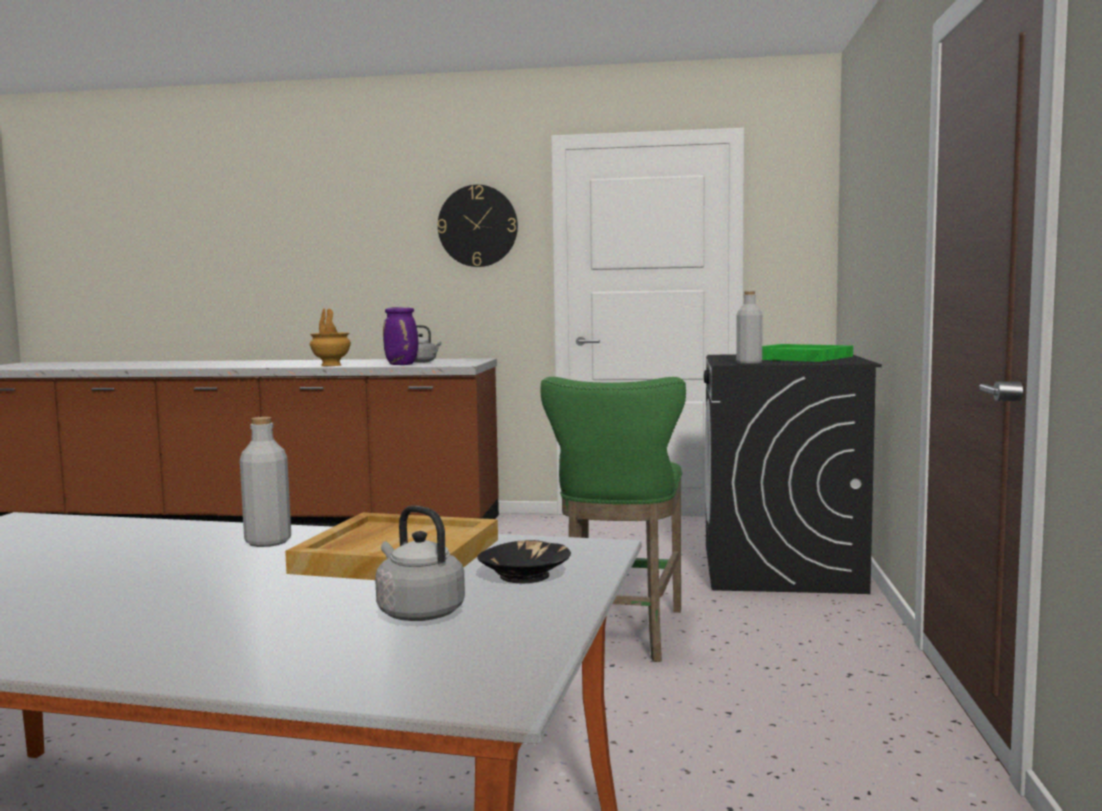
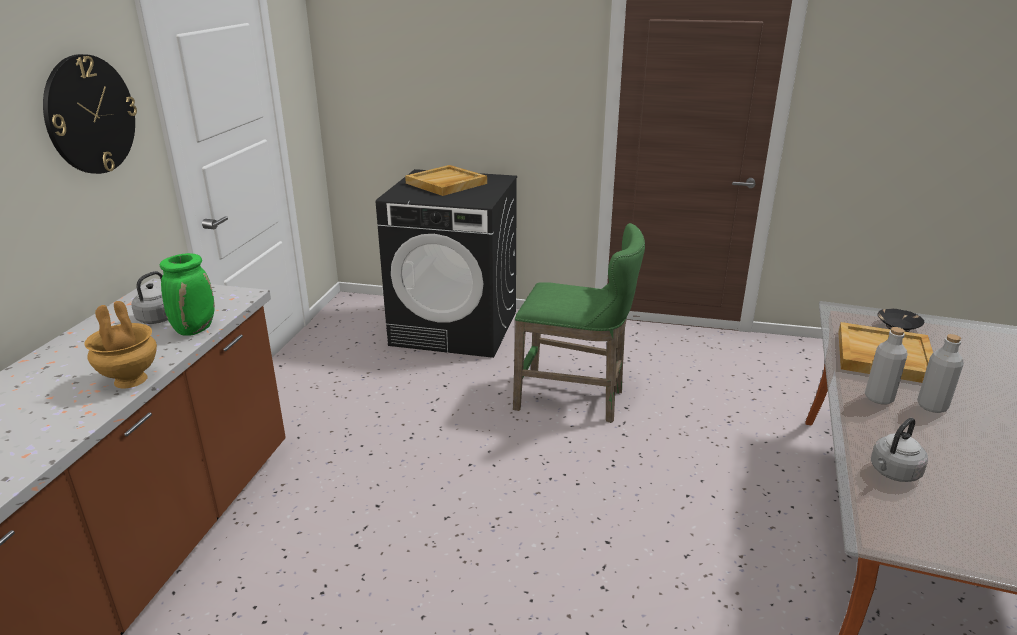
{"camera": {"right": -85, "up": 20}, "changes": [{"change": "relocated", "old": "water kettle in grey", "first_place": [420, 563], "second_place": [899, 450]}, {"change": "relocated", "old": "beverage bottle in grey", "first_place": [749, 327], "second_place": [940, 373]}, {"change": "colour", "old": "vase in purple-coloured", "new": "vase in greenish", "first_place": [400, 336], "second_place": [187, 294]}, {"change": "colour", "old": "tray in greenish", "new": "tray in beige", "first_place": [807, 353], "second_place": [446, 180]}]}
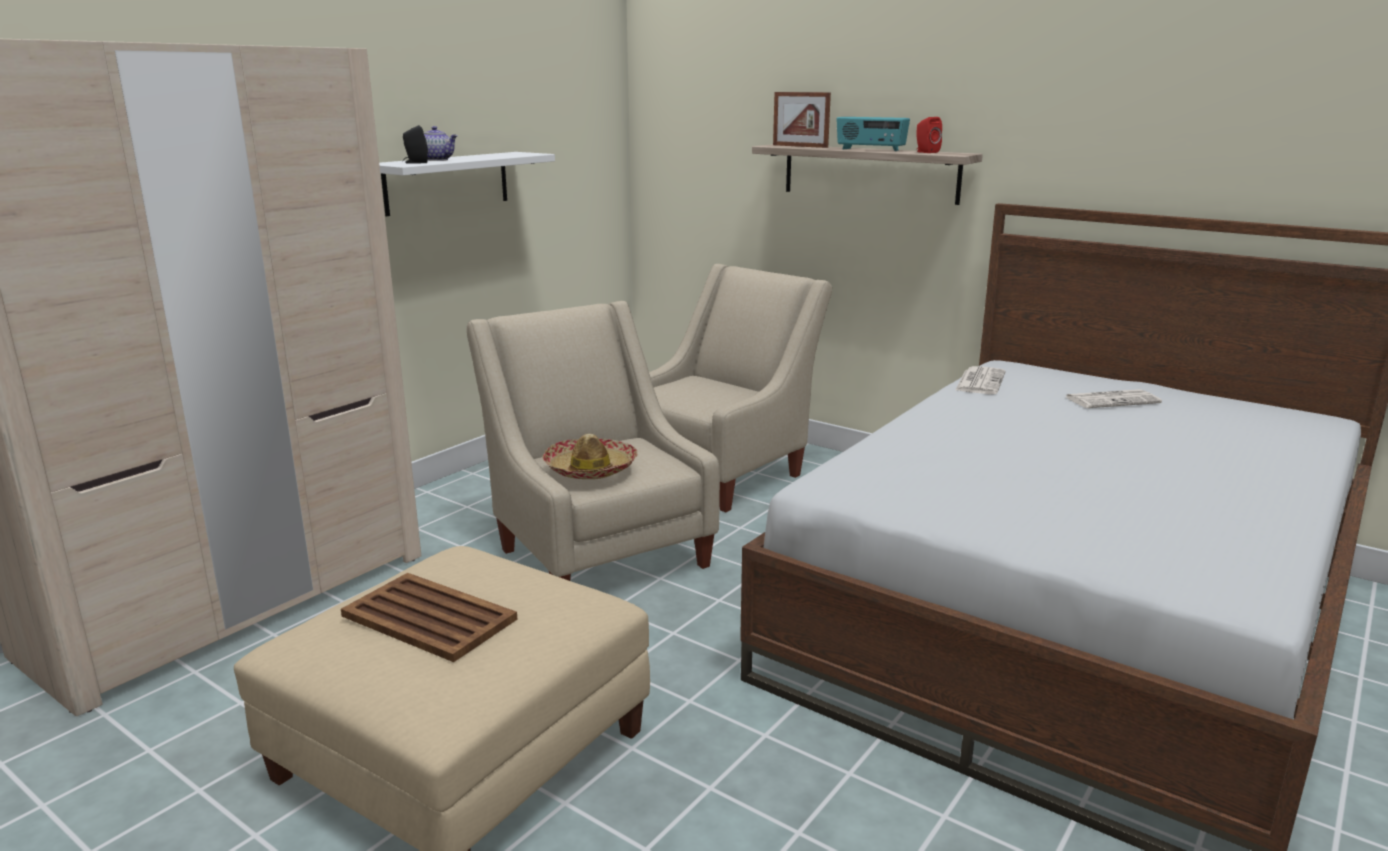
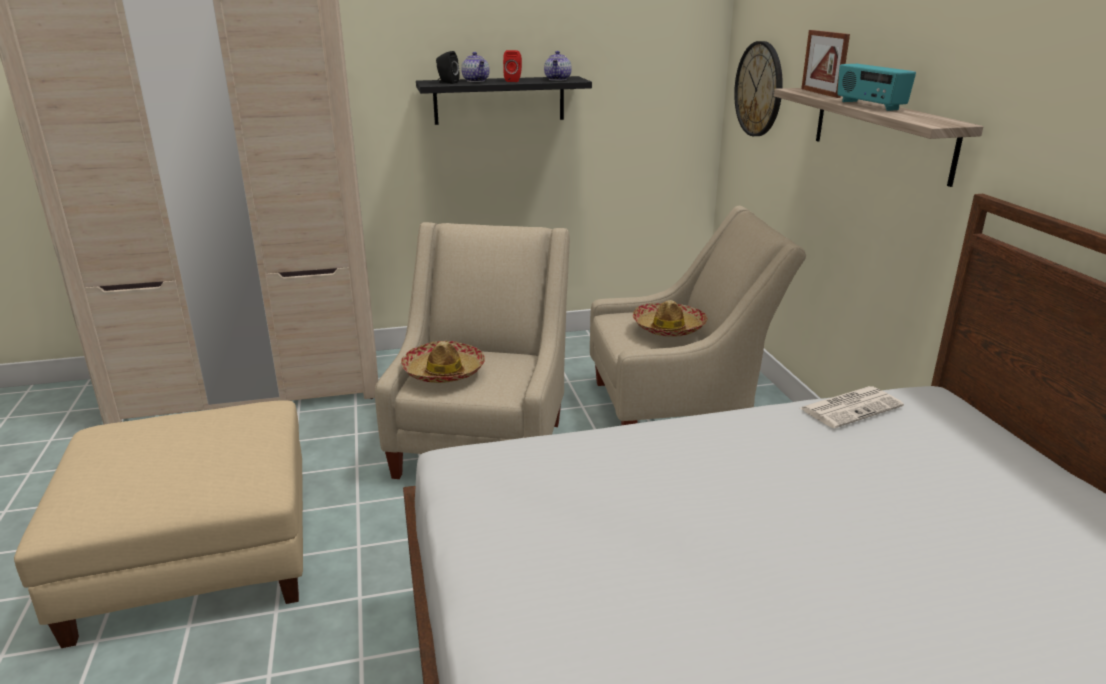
{"camera": {"right": 40, "up": 5}, "changes": [{"change": "missing", "old": "tray in brownish", "first_place": [429, 617]}, {"change": "missing", "old": "newspaper", "first_place": [1114, 398]}, {"change": "appeared", "new": "teapot", "second_place": [558, 66]}, {"change": "appeared", "new": "wearable hat", "second_place": [670, 318]}, {"change": "appeared", "new": "clock on the wall", "second_place": [758, 88]}, {"change": "relocated", "old": "speaker in reddish", "first_place": [929, 135], "second_place": [512, 66]}, {"change": "colour", "old": "bracket shelf in whitish", "new": "bracket shelf in black", "first_place": [467, 184], "second_place": [504, 100]}]}
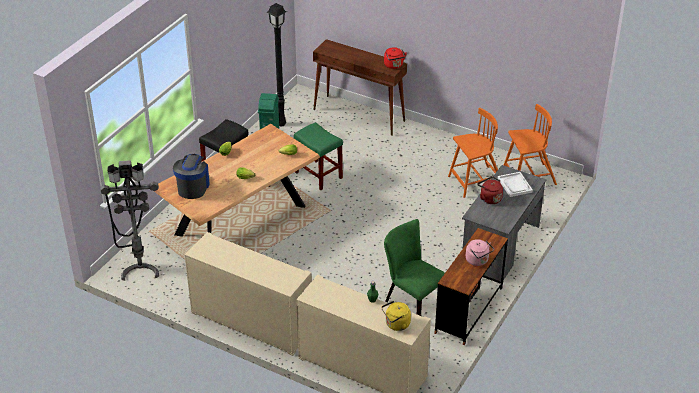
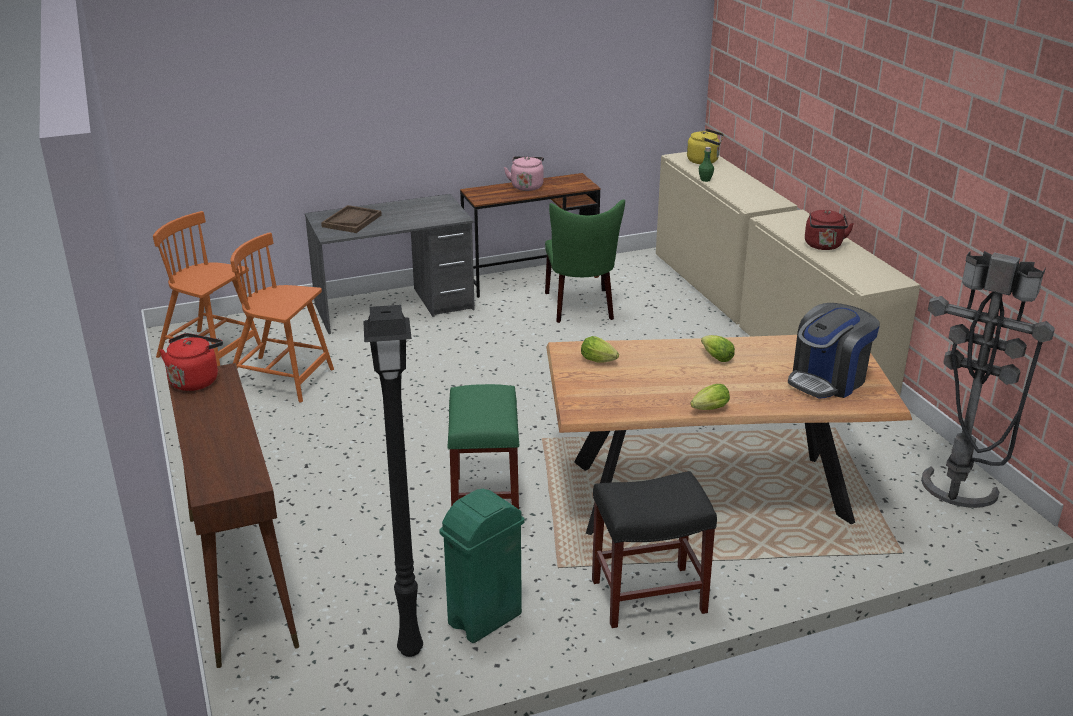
{"camera": {"right": -140, "up": -10}, "changes": [{"change": "relocated", "old": "water kettle in reddish", "first_place": [490, 190], "second_place": [829, 230]}, {"change": "colour", "old": "tray in whitish", "new": "tray in brownish", "first_place": [515, 184], "second_place": [351, 219]}]}
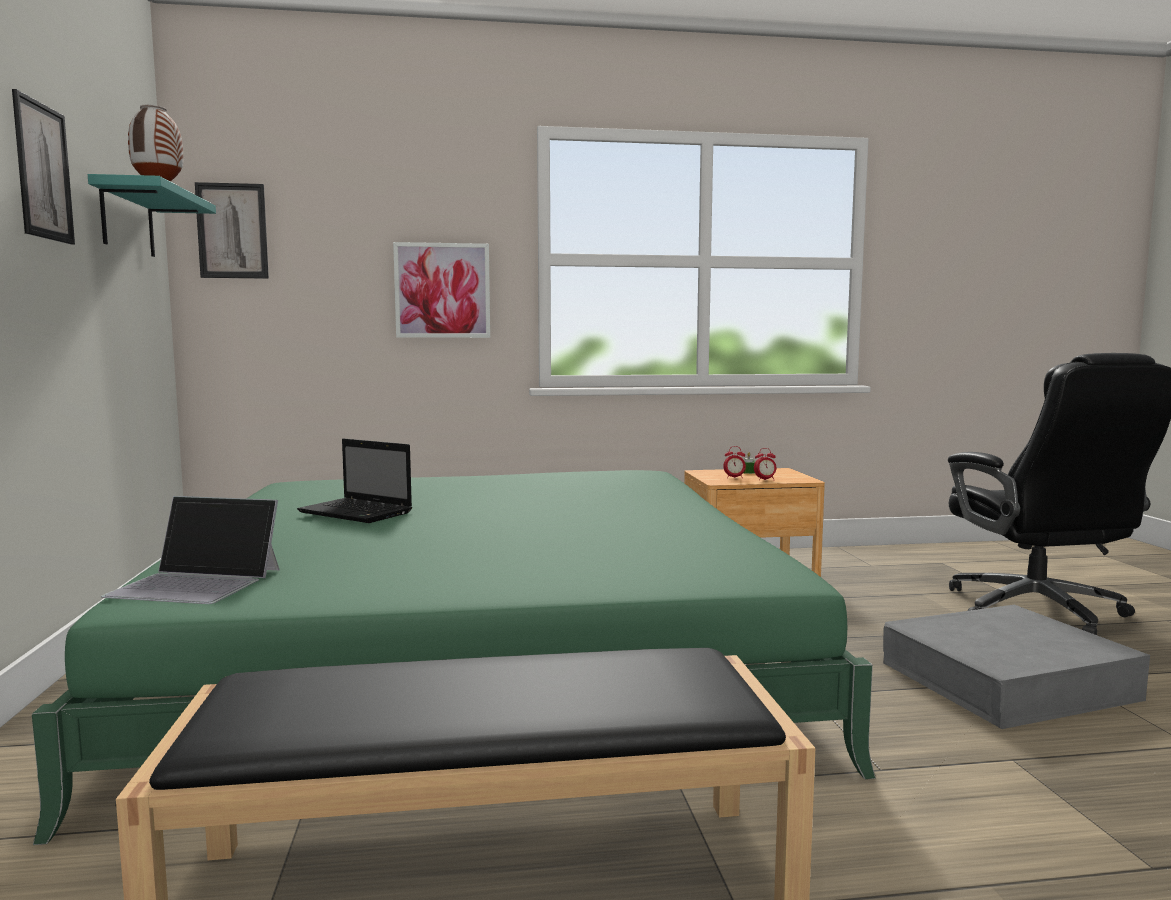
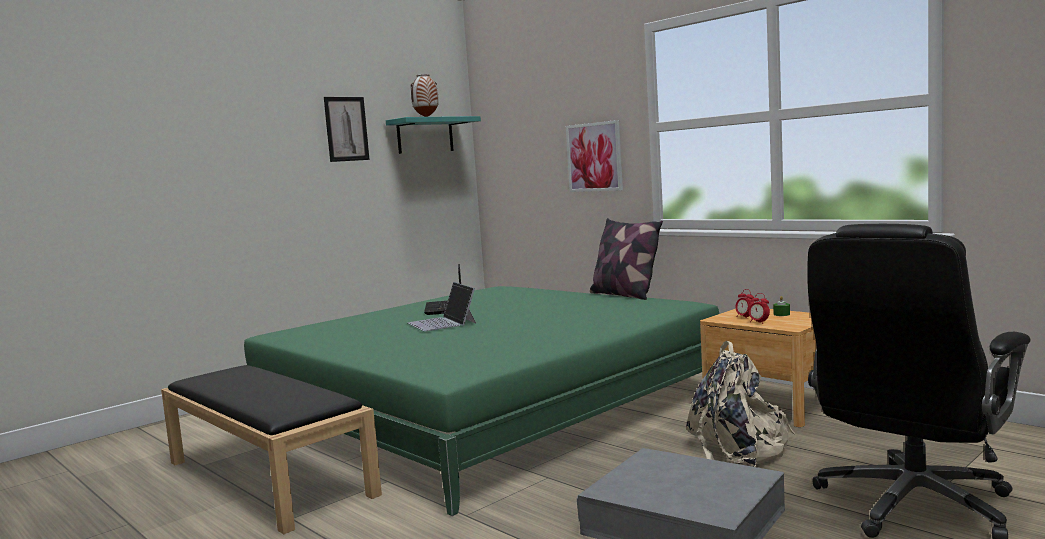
{"camera": {"right": 55, "up": 0}, "changes": [{"change": "missing", "old": "wall art", "first_place": [232, 230]}, {"change": "appeared", "new": "throw pillow", "second_place": [626, 259]}, {"change": "appeared", "new": "backpack in beige", "second_place": [740, 404]}, {"change": "relocated", "old": "portable computer", "first_place": [190, 550], "second_place": [442, 307]}]}
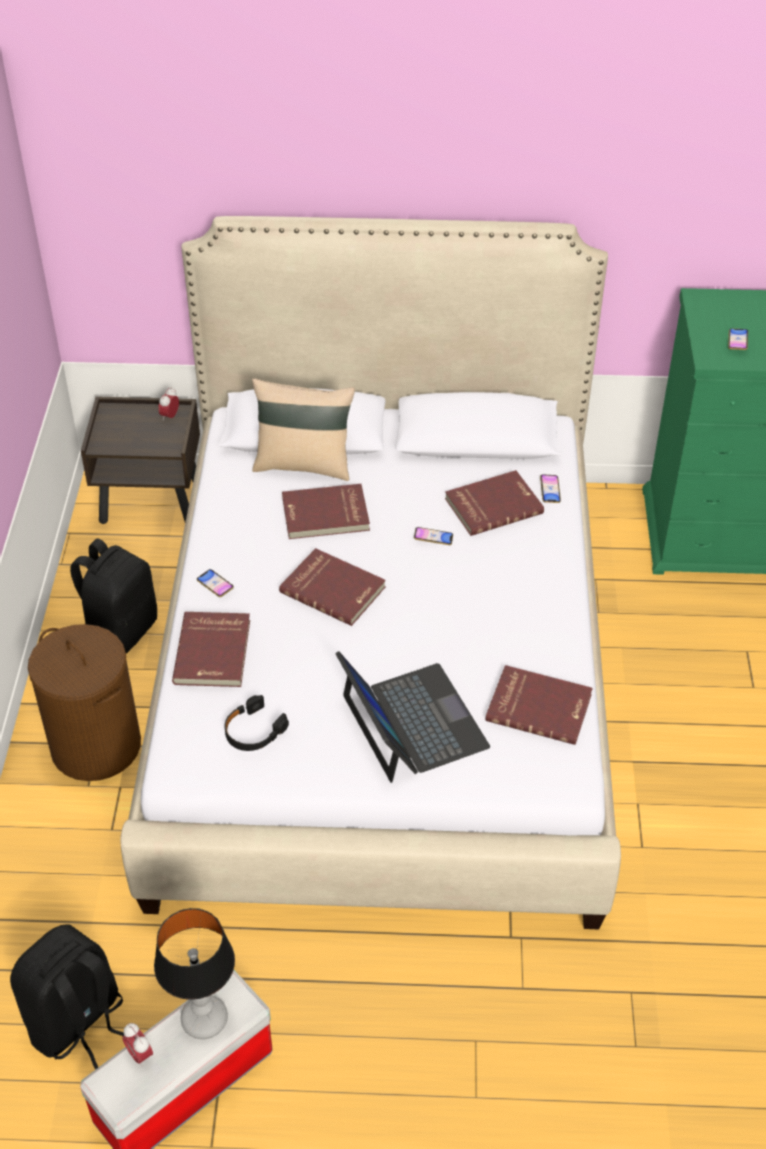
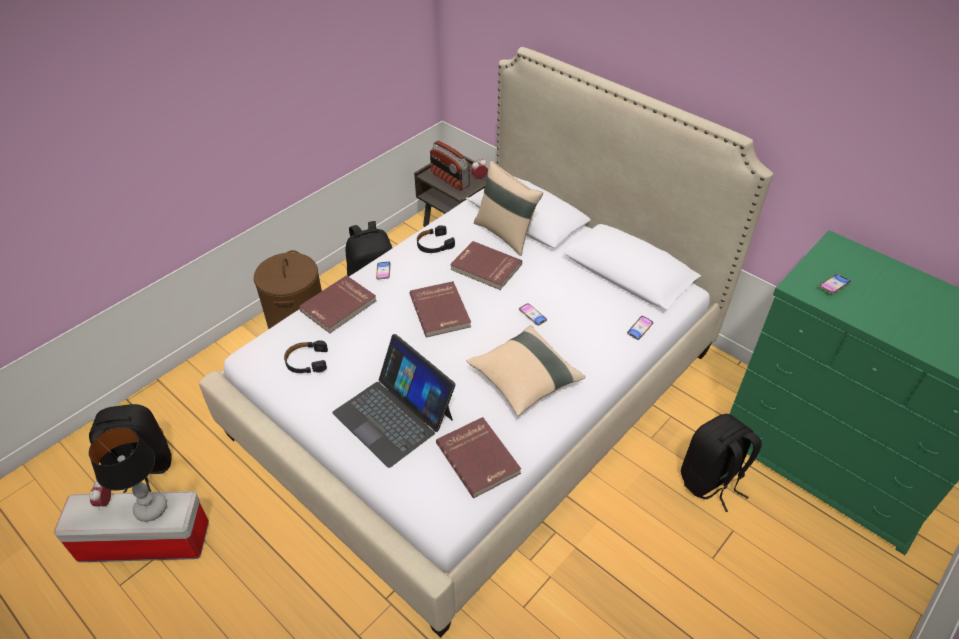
{"camera": {"right": 40, "up": 0}, "changes": [{"change": "missing", "old": "bound book in reddish", "first_place": [494, 503]}, {"change": "appeared", "new": "headphones in black", "second_place": [436, 239]}, {"change": "appeared", "new": "radio", "second_place": [450, 166]}, {"change": "appeared", "new": "throw pillow in beige", "second_place": [526, 370]}, {"change": "appeared", "new": "backpack in black", "second_place": [721, 463]}, {"change": "spun", "old": "portable computer", "first_place": [412, 717], "second_place": [394, 401], "degrees": 120}]}
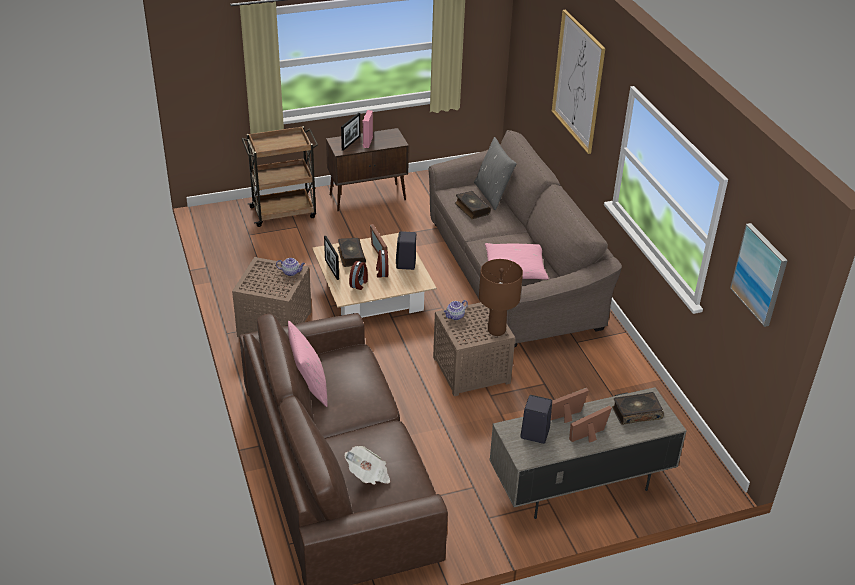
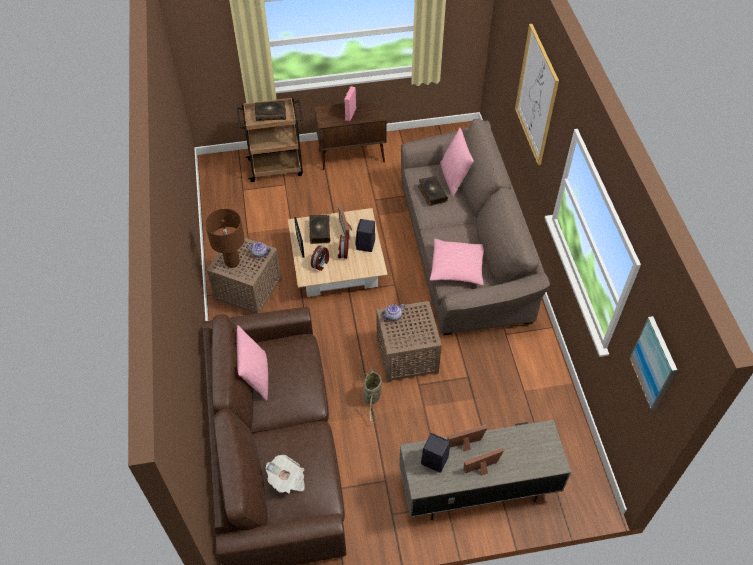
{"camera": {"right": 10, "up": 15}, "changes": [{"change": "missing", "old": "picture frame", "first_place": [350, 132]}, {"change": "appeared", "new": "household basket", "second_place": [370, 396]}, {"change": "relocated", "old": "tabletop lamp in brownish", "first_place": [501, 297], "second_place": [225, 238]}, {"change": "relocated", "old": "bound book", "first_place": [638, 408], "second_place": [270, 111]}, {"change": "colour", "old": "throw pillow in grey", "new": "throw pillow in pinkish", "first_place": [495, 173], "second_place": [457, 162]}]}
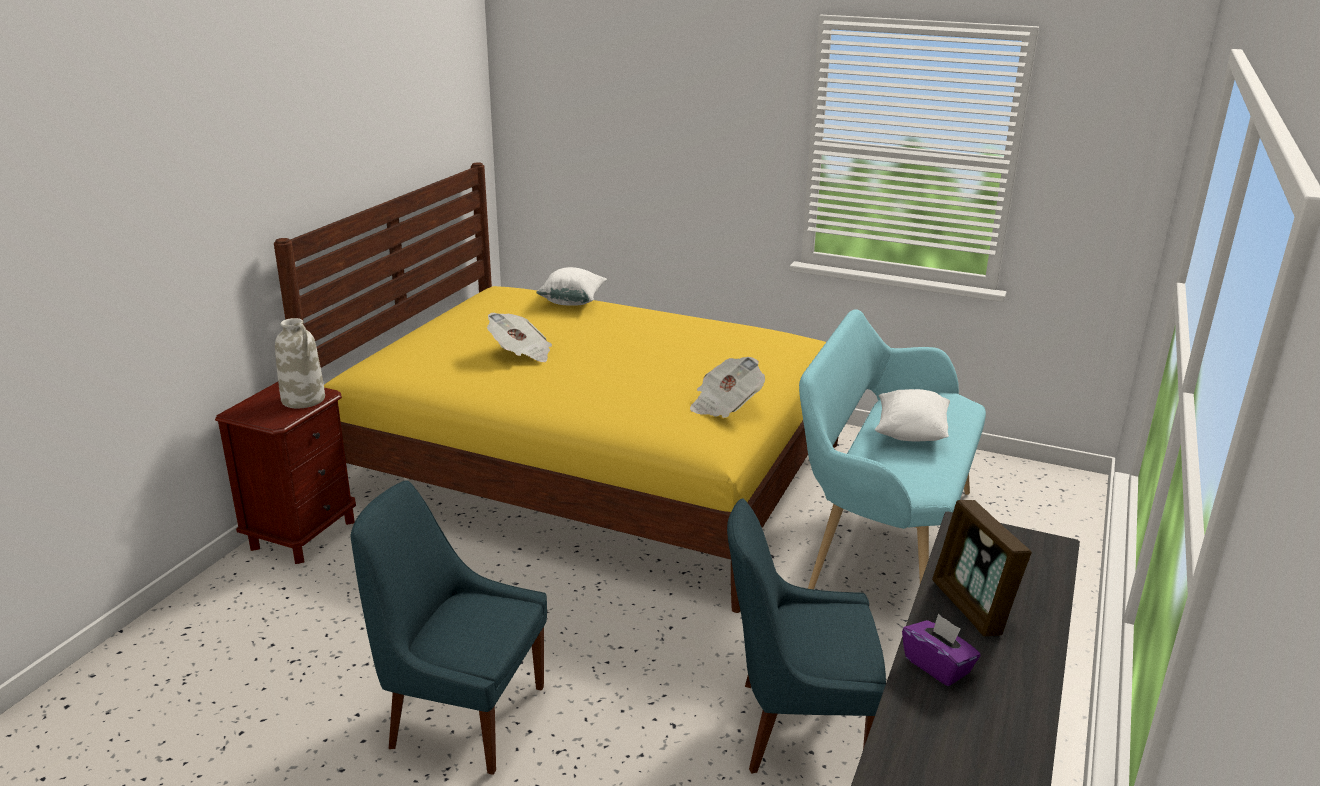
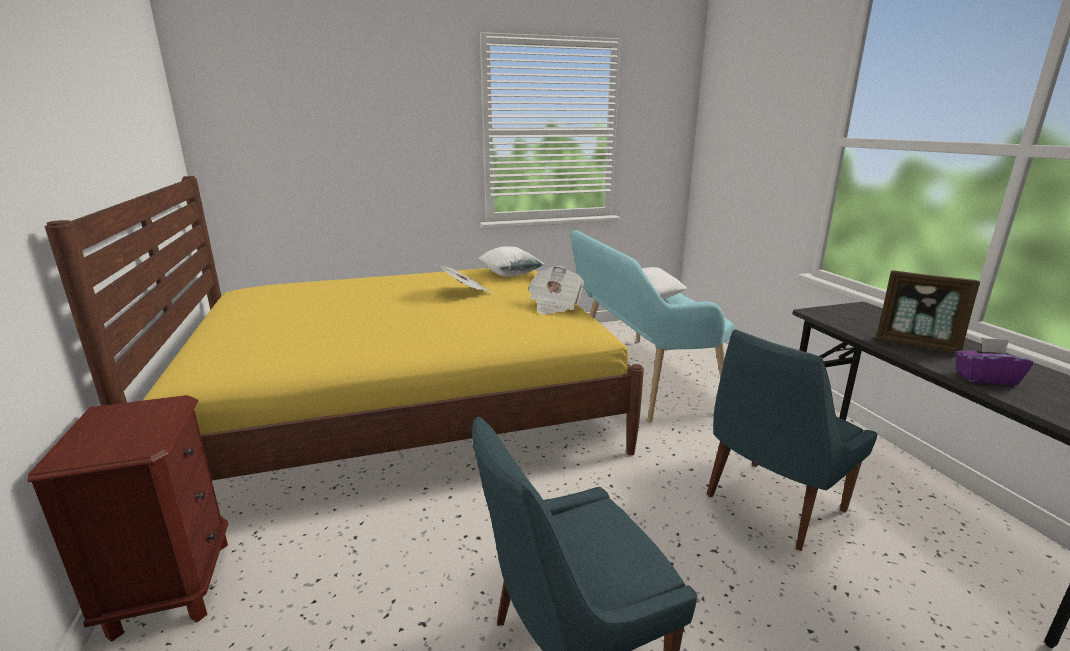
{"camera": {"right": -40, "up": -5}, "changes": [{"change": "missing", "old": "vase in whitish", "first_place": [300, 363]}, {"change": "relocated", "old": "newspaper", "first_place": [519, 337], "second_place": [464, 279]}, {"change": "relocated", "old": "throw pillow in whitish", "first_place": [571, 286], "second_place": [511, 261]}]}
